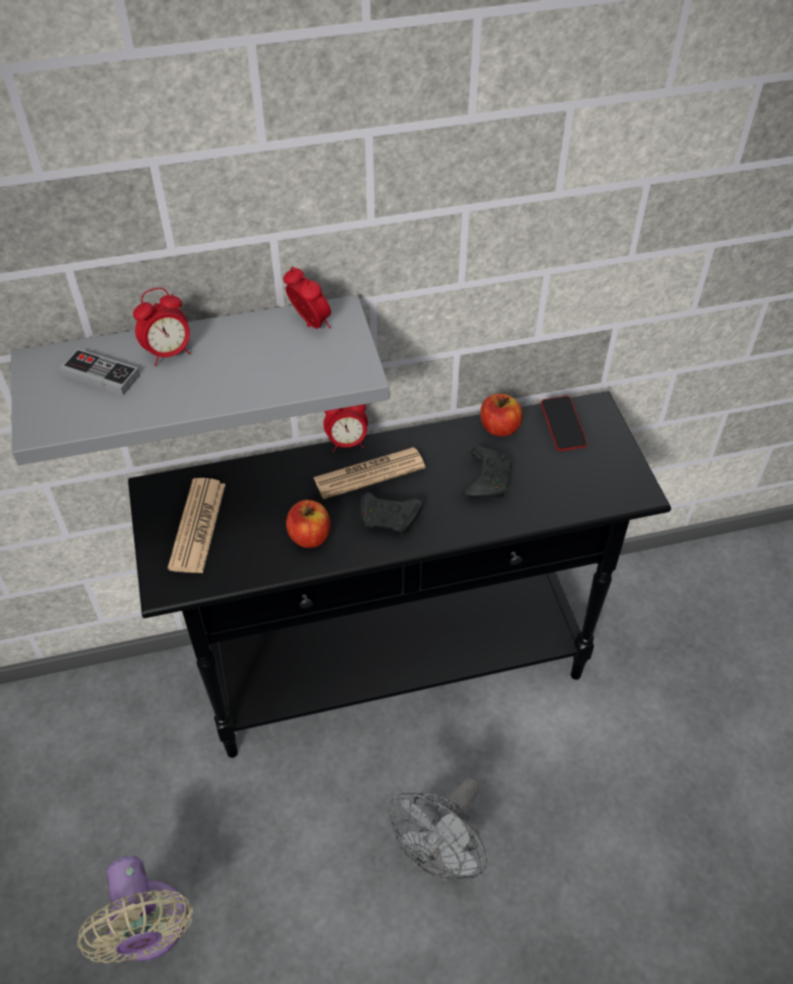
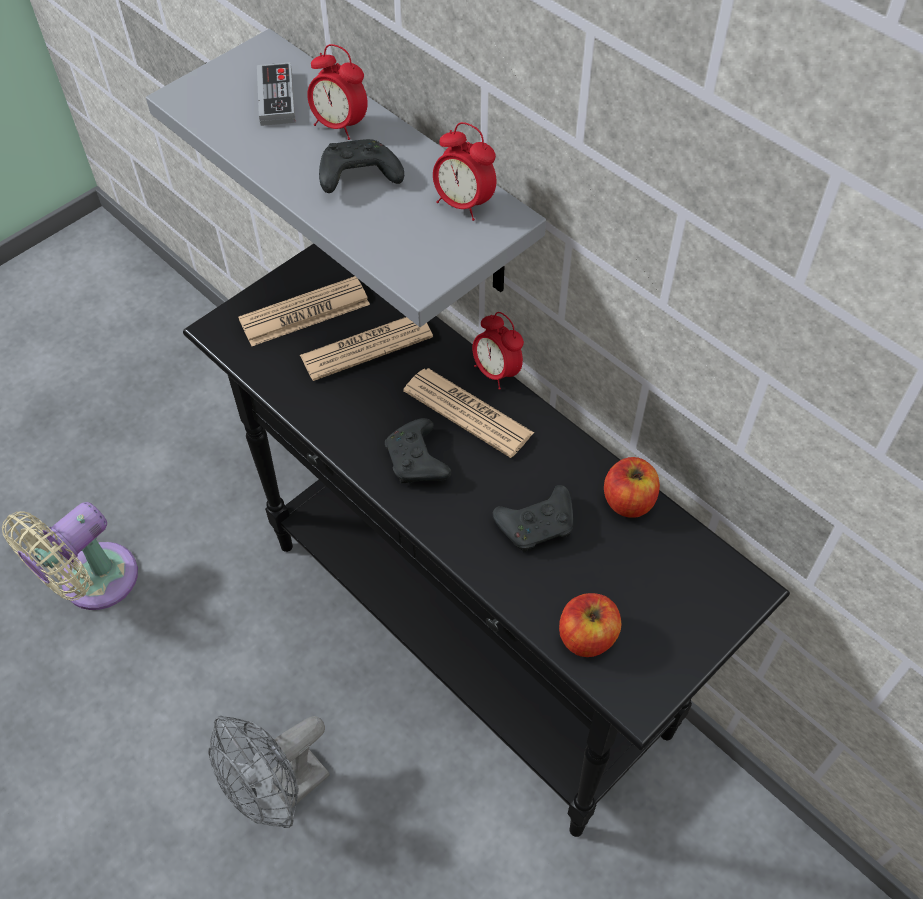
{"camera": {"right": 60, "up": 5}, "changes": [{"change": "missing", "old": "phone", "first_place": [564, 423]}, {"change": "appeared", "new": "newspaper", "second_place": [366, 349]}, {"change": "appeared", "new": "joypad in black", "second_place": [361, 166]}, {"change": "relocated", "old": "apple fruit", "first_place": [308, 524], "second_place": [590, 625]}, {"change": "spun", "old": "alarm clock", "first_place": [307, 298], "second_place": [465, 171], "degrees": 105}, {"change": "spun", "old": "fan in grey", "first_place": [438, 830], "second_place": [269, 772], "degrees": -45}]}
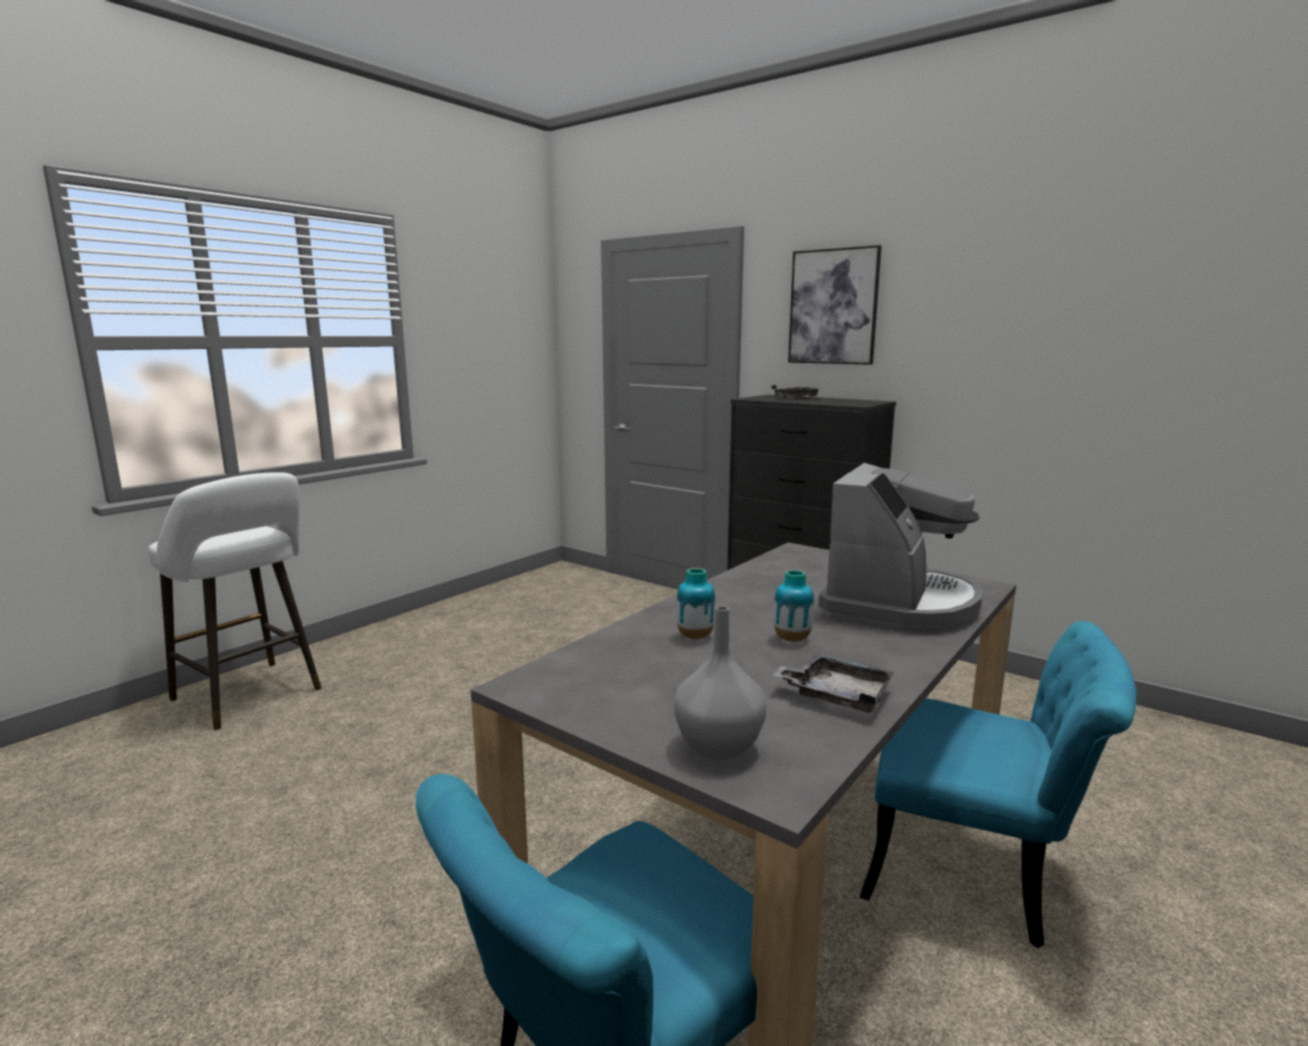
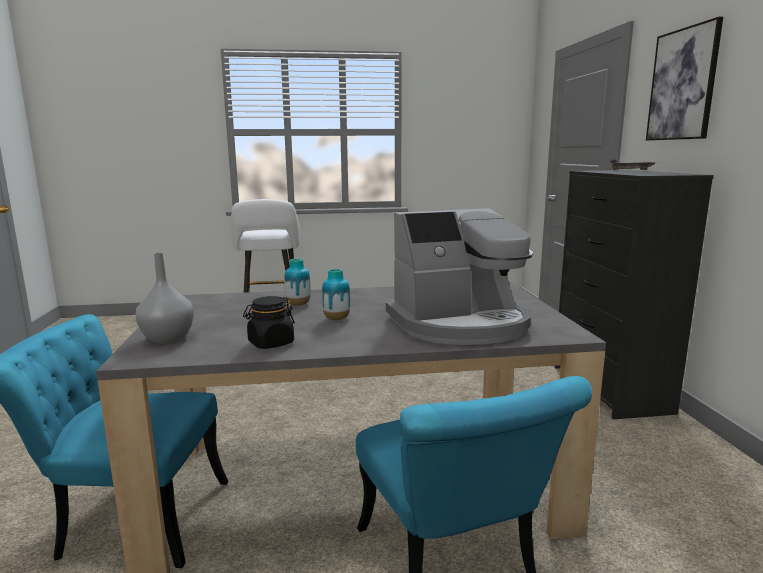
{"camera": {"right": 45, "up": 0}, "changes": [{"change": "exchanged", "old": "tray in grey", "new": "preserve jar in black", "first_place": [833, 683], "second_place": [269, 322]}]}
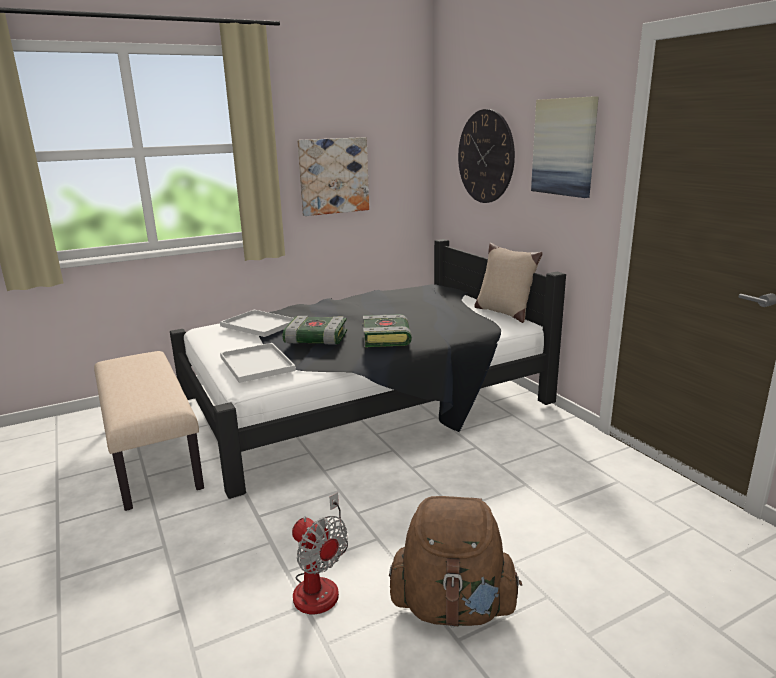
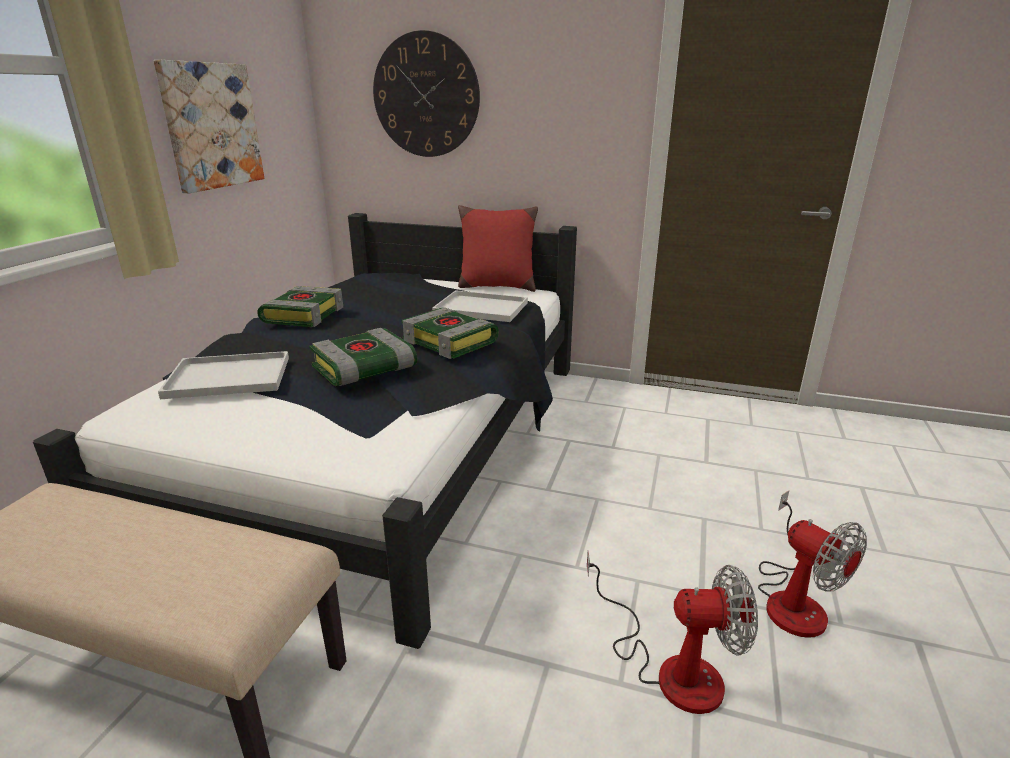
{"camera": {"right": -45, "up": 5}, "changes": [{"change": "missing", "old": "wall art", "first_place": [565, 147]}, {"change": "appeared", "new": "bound book", "second_place": [300, 306]}, {"change": "relocated", "old": "tray in whitish", "first_place": [258, 363], "second_place": [480, 306]}, {"change": "exchanged", "old": "backpack in brownish", "new": "fan", "first_place": [455, 561], "second_place": [812, 564]}, {"change": "colour", "old": "throw pillow in beige", "new": "throw pillow in reddish", "first_place": [508, 283], "second_place": [498, 248]}]}
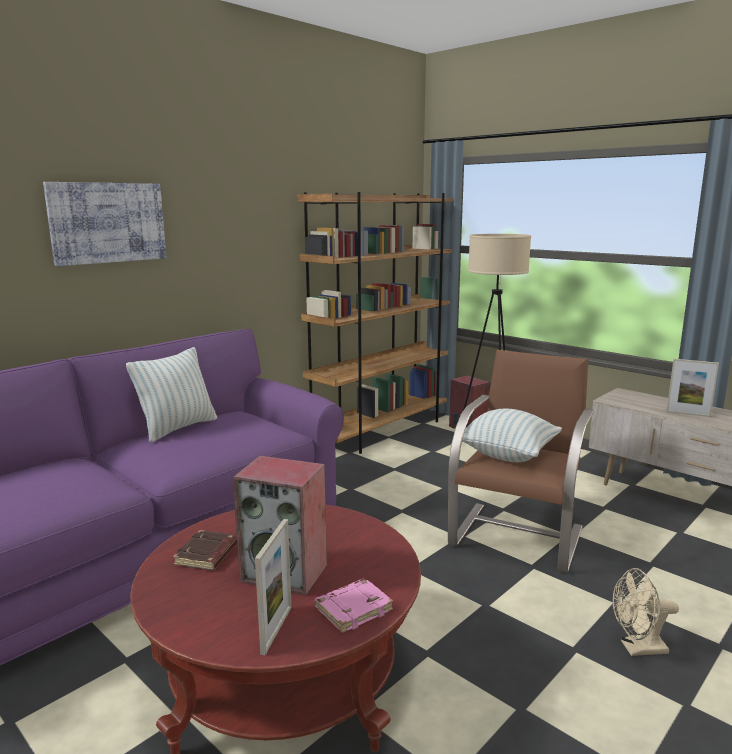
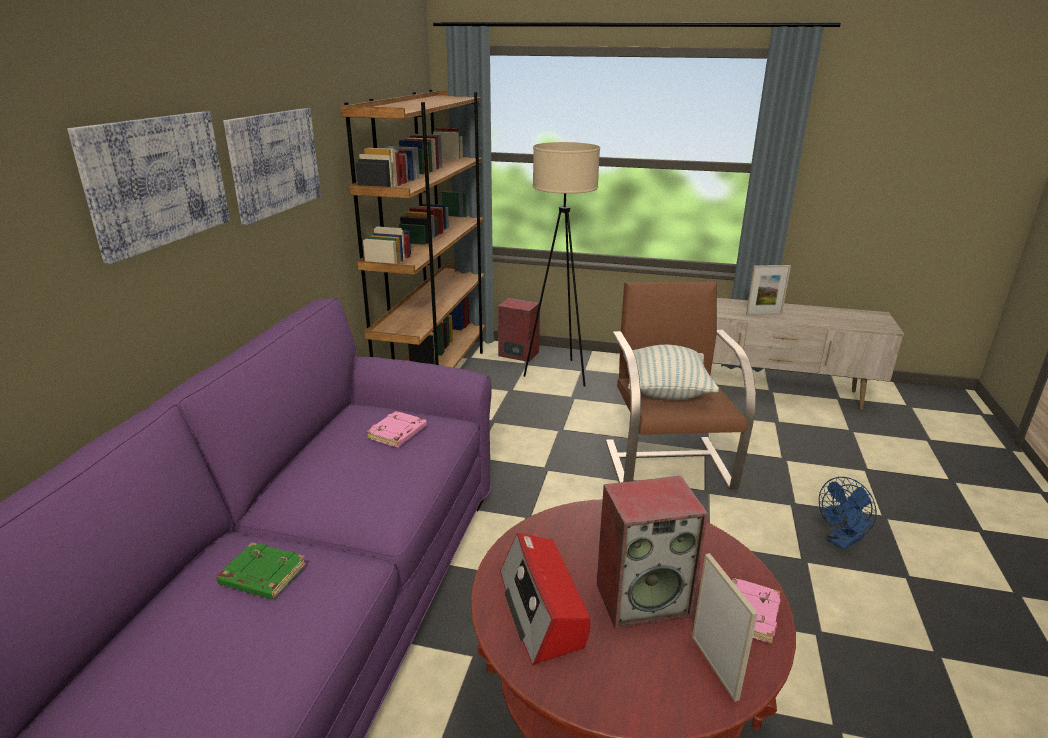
{"camera": {"right": -30, "up": 10}, "changes": [{"change": "missing", "old": "throw pillow", "first_place": [171, 395]}, {"change": "appeared", "new": "bound book in greenish", "second_place": [261, 570]}, {"change": "appeared", "new": "wall art", "second_place": [272, 166]}, {"change": "appeared", "new": "bound book in pinkish", "second_place": [396, 429]}, {"change": "exchanged", "old": "bound book in brownish", "new": "radio", "first_place": [205, 550], "second_place": [545, 599]}, {"change": "colour", "old": "fan in beige", "new": "fan in bluish", "first_place": [646, 612], "second_place": [848, 513]}]}
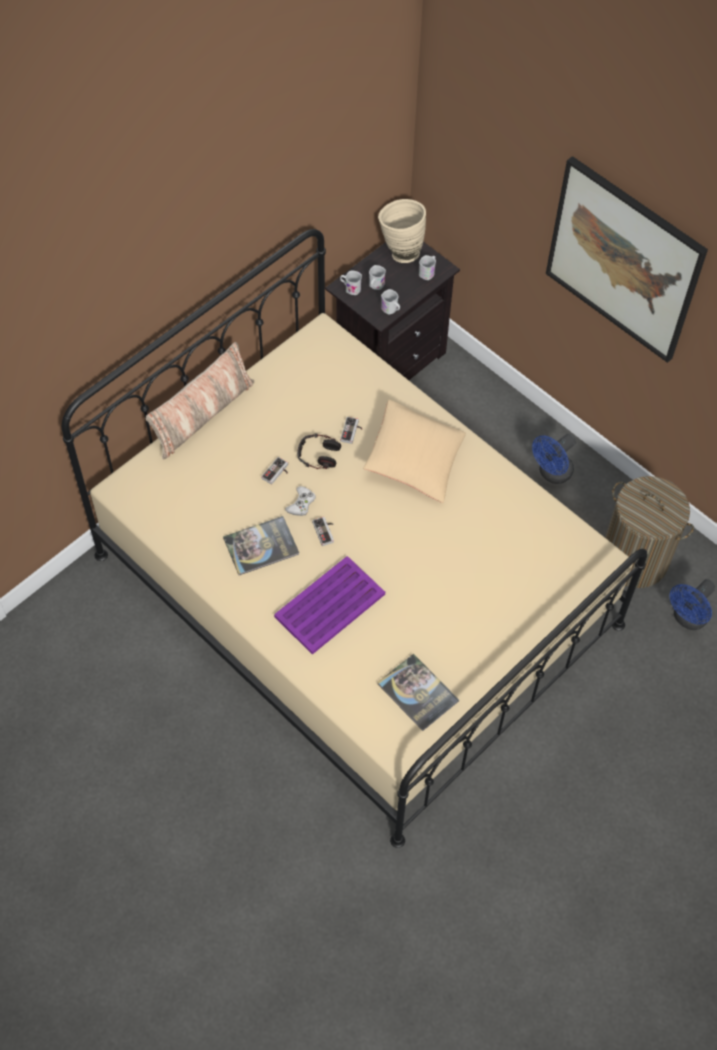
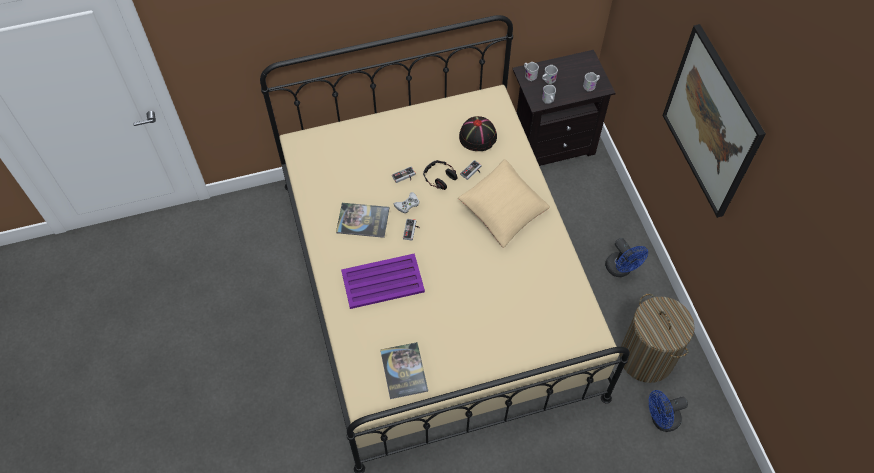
{"camera": {"right": 30, "up": 0}, "changes": [{"change": "missing", "old": "throw pillow", "first_place": [200, 400]}, {"change": "missing", "old": "vase in beige", "first_place": [402, 231]}, {"change": "appeared", "new": "wearable hat in black", "second_place": [478, 133]}, {"change": "spun", "old": "fan in bluish", "first_place": [554, 459], "second_place": [626, 257], "degrees": -105}]}
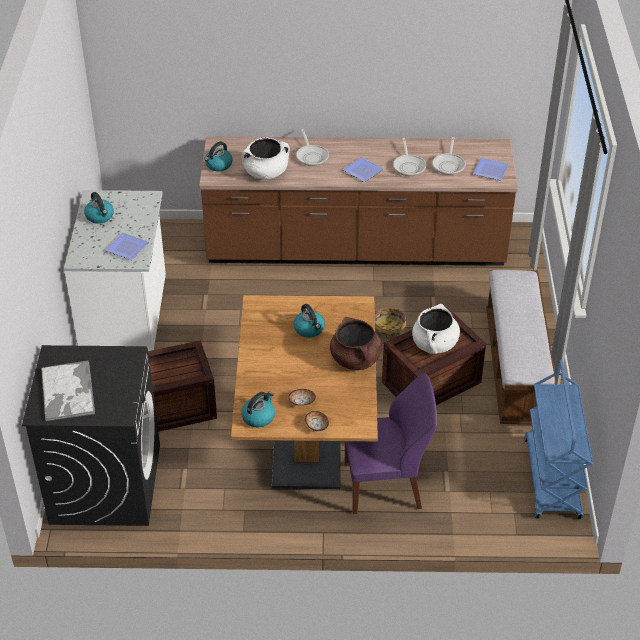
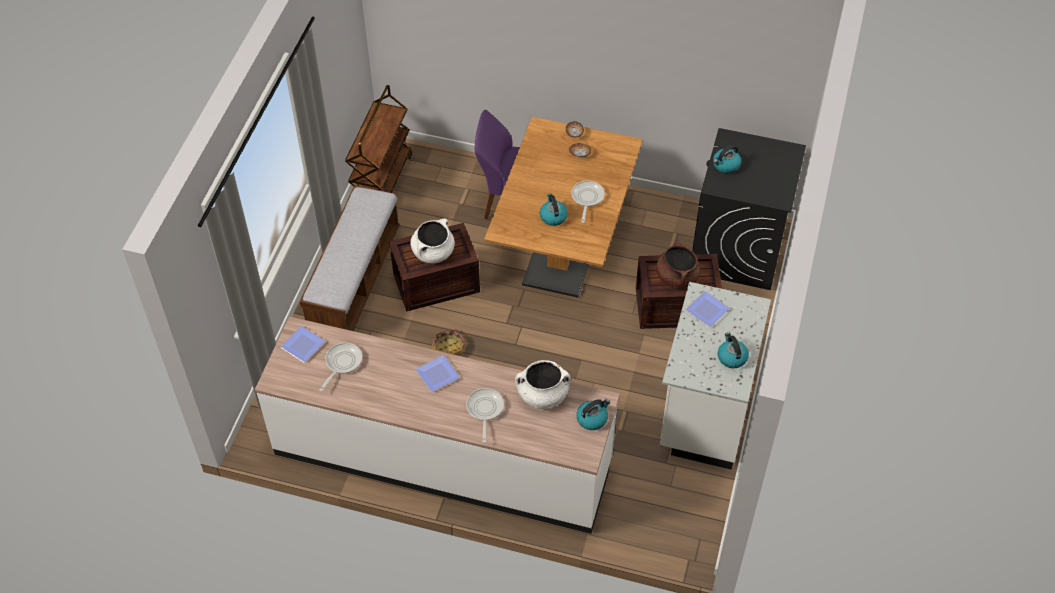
{"camera": {"right": -165, "up": 10}, "changes": [{"change": "missing", "old": "tray", "first_place": [68, 391]}, {"change": "relocated", "old": "water kettle", "first_place": [258, 409], "second_place": [727, 159]}, {"change": "relocated", "old": "saucepot in brownish", "first_place": [356, 343], "second_place": [678, 264]}, {"change": "relocated", "old": "pan", "first_place": [409, 157], "second_place": [588, 201]}, {"change": "colour", "old": "counter in brownish", "new": "counter in whitish", "first_place": [358, 201], "second_place": [437, 425]}, {"change": "colour", "old": "trolley in bluish", "new": "trolley in brownish", "first_place": [558, 439], "second_place": [378, 139]}]}
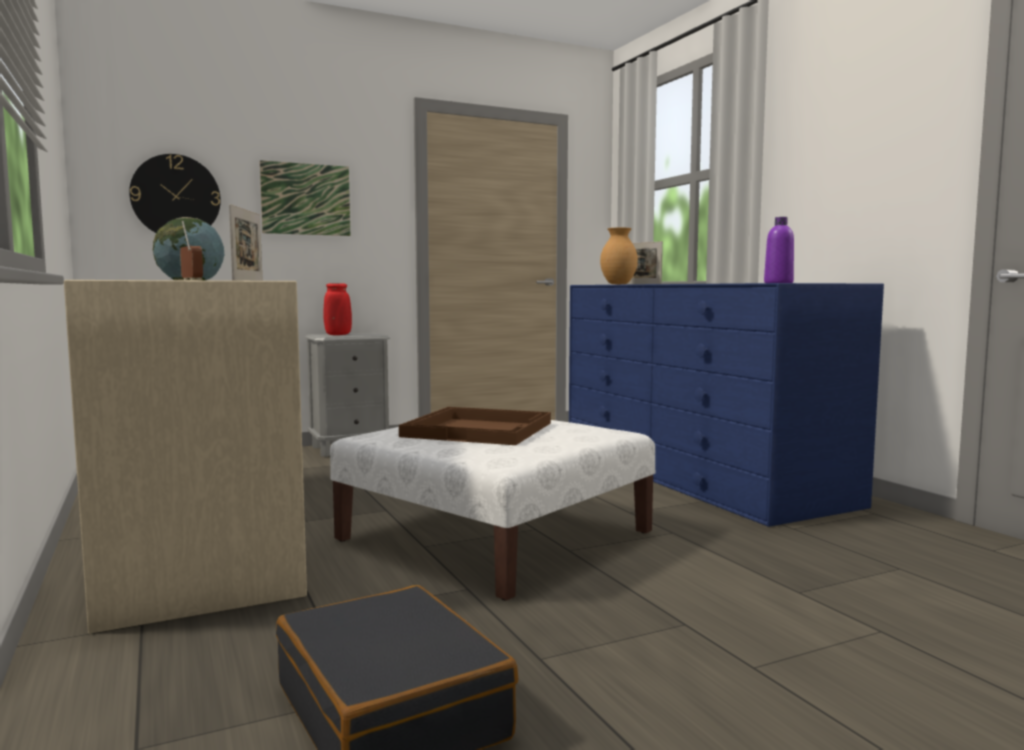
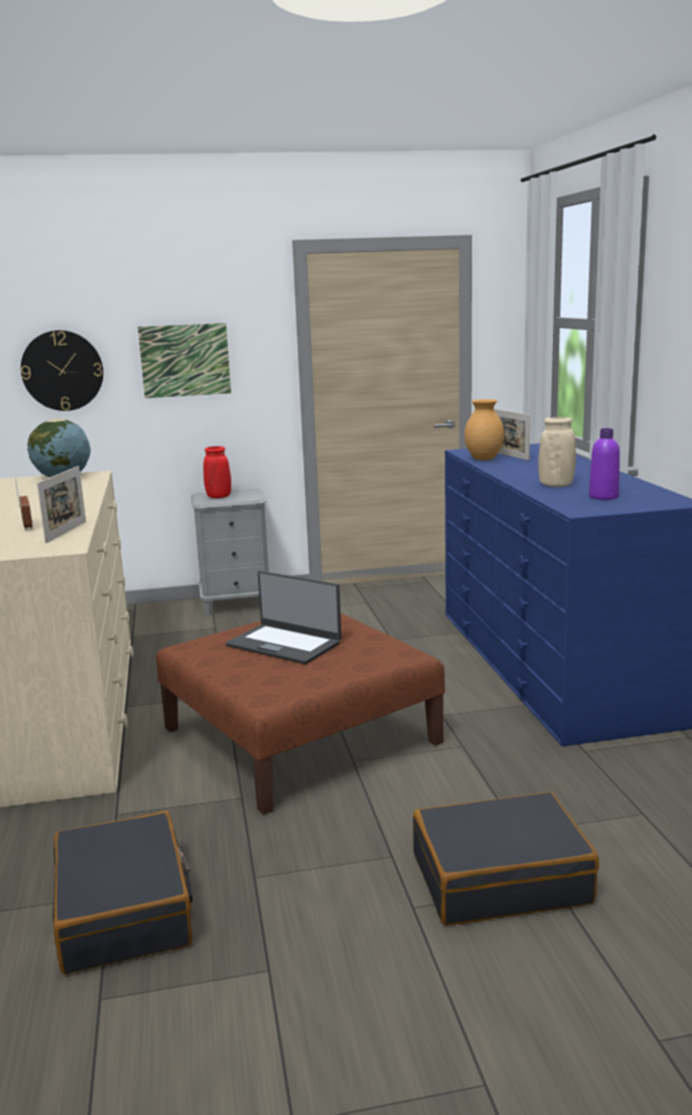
{"camera": {"right": 15, "up": 10}, "changes": [{"change": "appeared", "new": "travel case in black", "second_place": [506, 859]}, {"change": "appeared", "new": "vase in beige", "second_place": [557, 452]}, {"change": "exchanged", "old": "tray in brownish", "new": "portable computer", "first_place": [475, 426], "second_place": [283, 617]}, {"change": "colour", "old": "ottoman in whitish", "new": "ottoman in brownish", "first_place": [492, 510], "second_place": [300, 714]}]}
